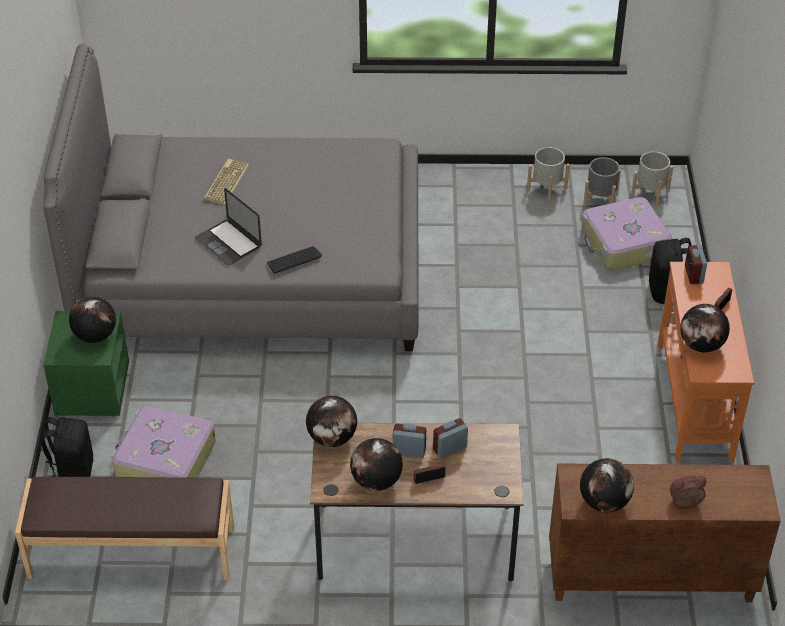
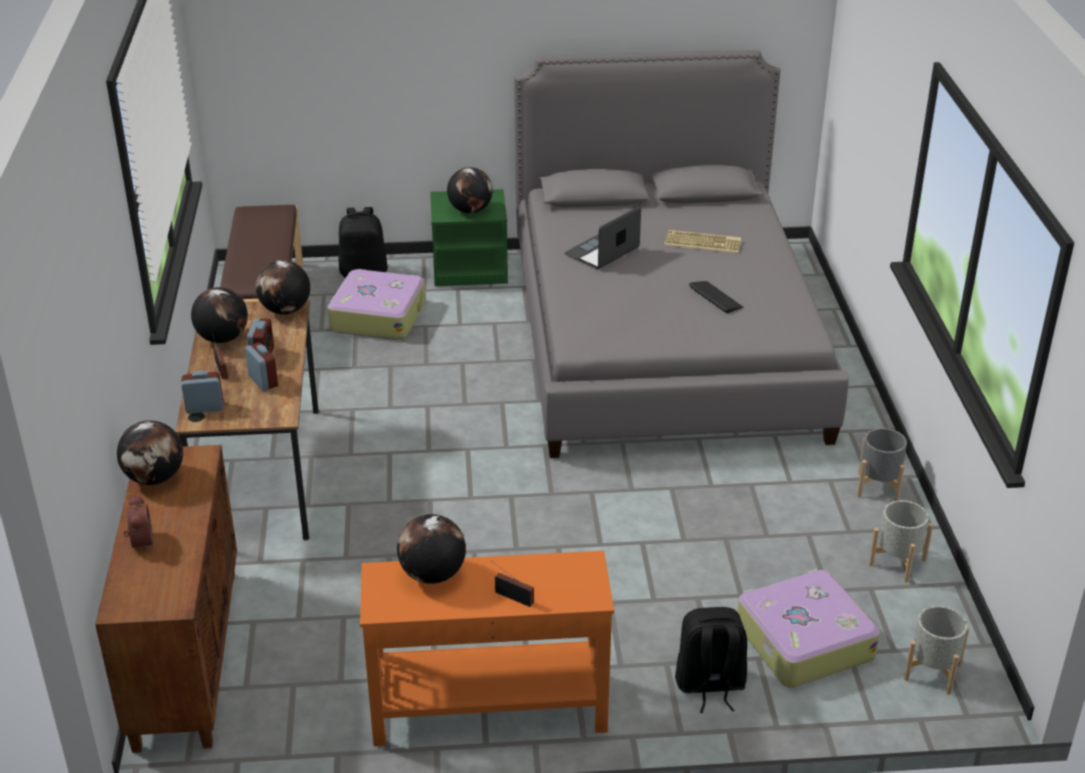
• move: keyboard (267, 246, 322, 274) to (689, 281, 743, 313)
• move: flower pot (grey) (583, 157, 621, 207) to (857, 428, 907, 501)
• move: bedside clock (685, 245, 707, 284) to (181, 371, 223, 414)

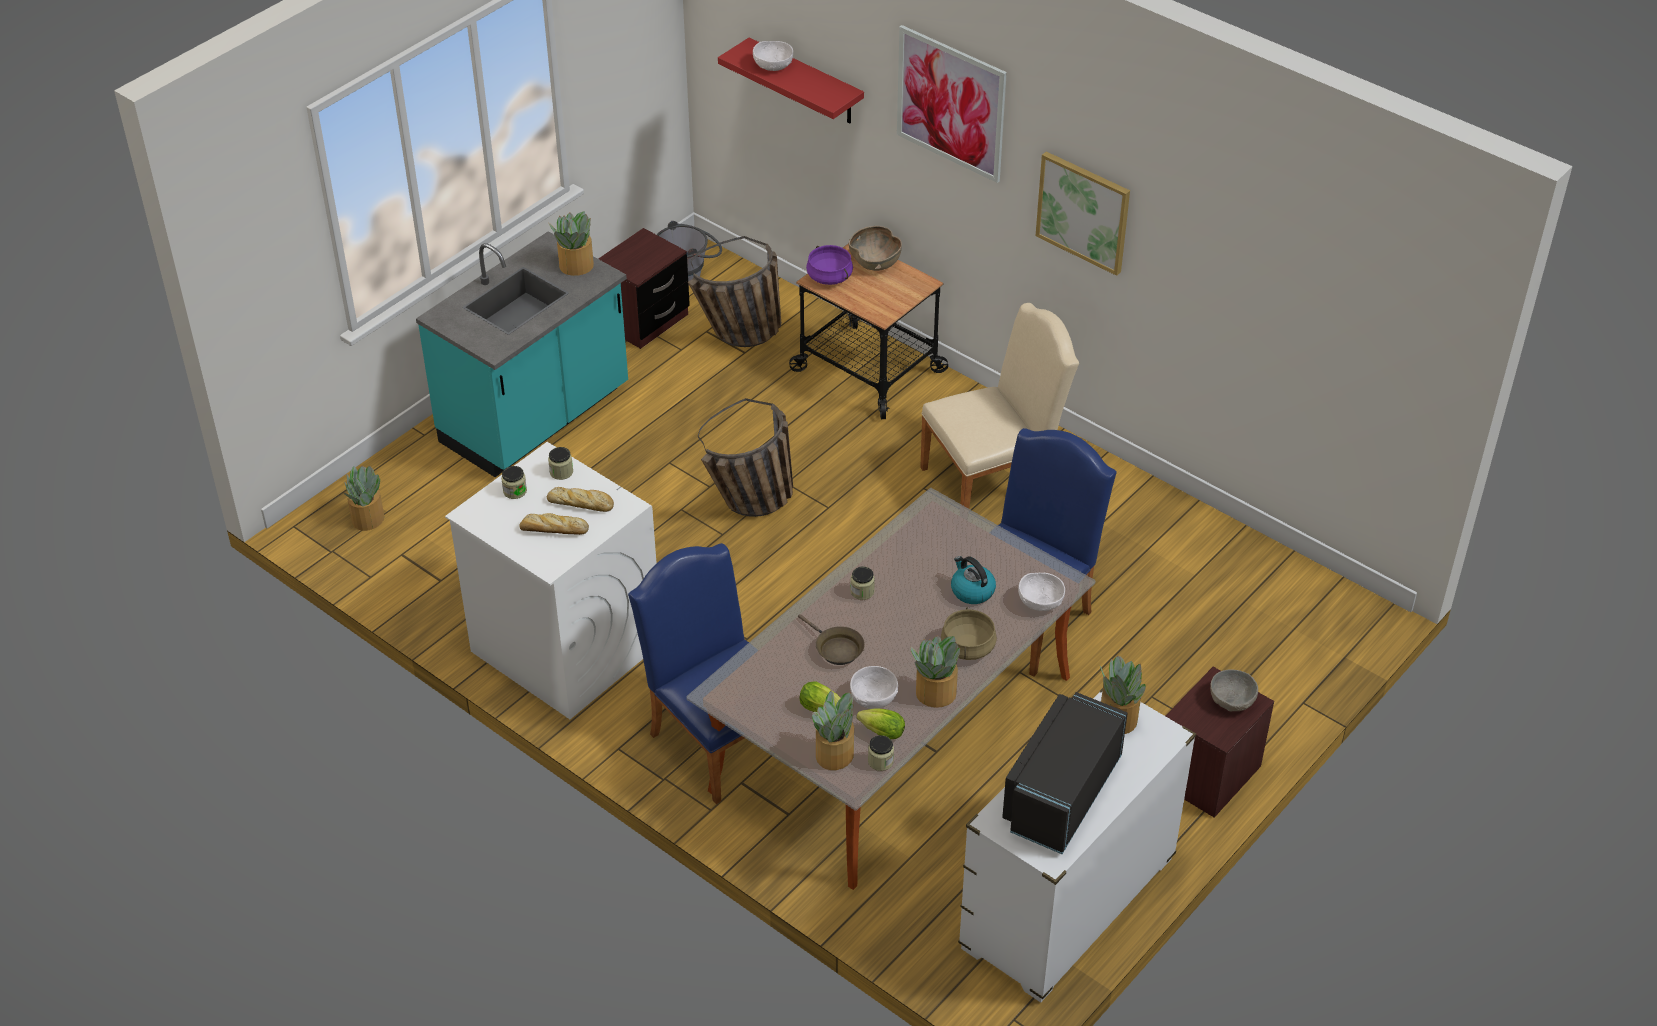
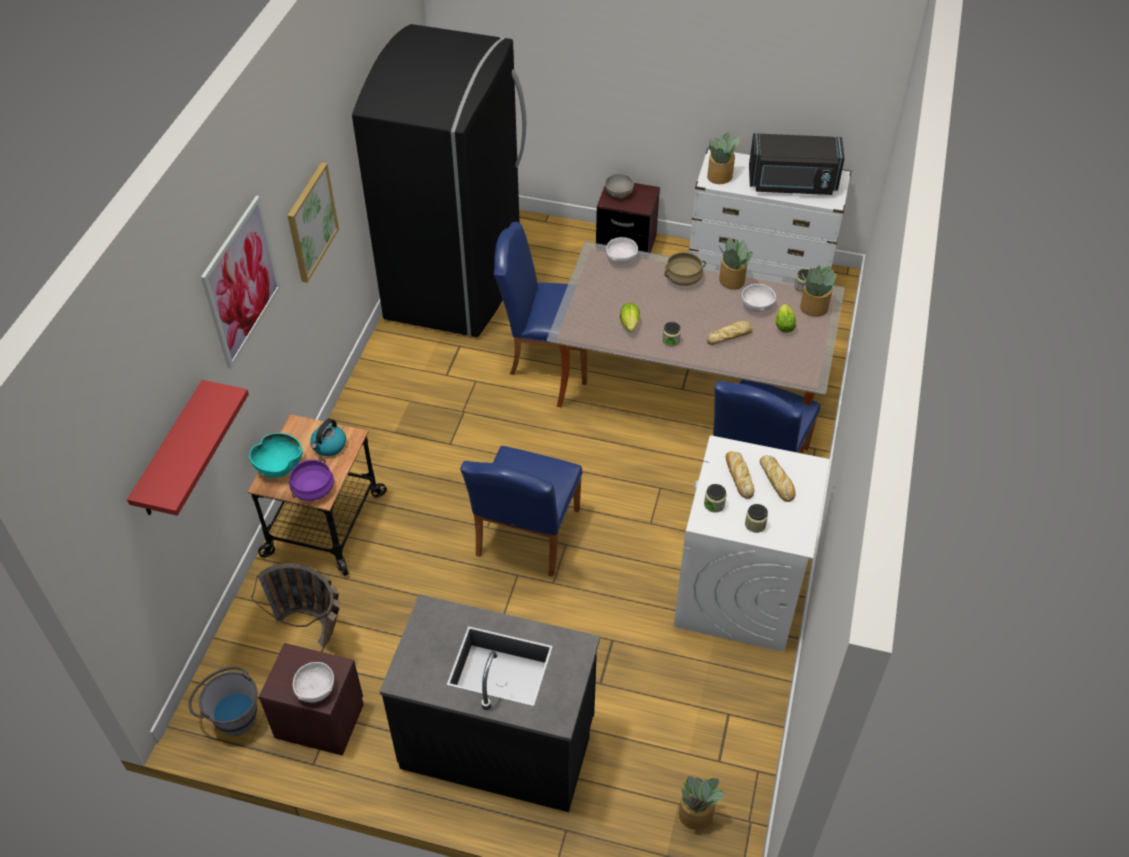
• recolor: kitchen counter (turquoise) (416, 231, 628, 477) to kitchen counter (black-coloured) (379, 594, 600, 812)
• delete: houseplant (549, 211, 594, 276)
• replace: basket (698, 398, 793, 517) to chair (blue-coloured) (460, 446, 583, 577)
• move: serving bowl (white) (753, 41, 793, 71) to (293, 662, 334, 702)
• replace: skillet (brownish) (798, 614, 865, 665) to bakery bread (707, 321, 753, 345)
• recolor: serving bowl (brownish) (849, 226, 902, 271) to serving bowl (turquoise) (249, 433, 302, 478)
• move: lettuce (856, 709, 905, 739) to (620, 303, 640, 332)
• delete: chair (beige-coloured) (920, 303, 1079, 509)
• move: tea kettle (951, 556, 996, 604) to (310, 419, 346, 456)
• insert: refrigerator (black-coloured) (352, 24, 526, 337)

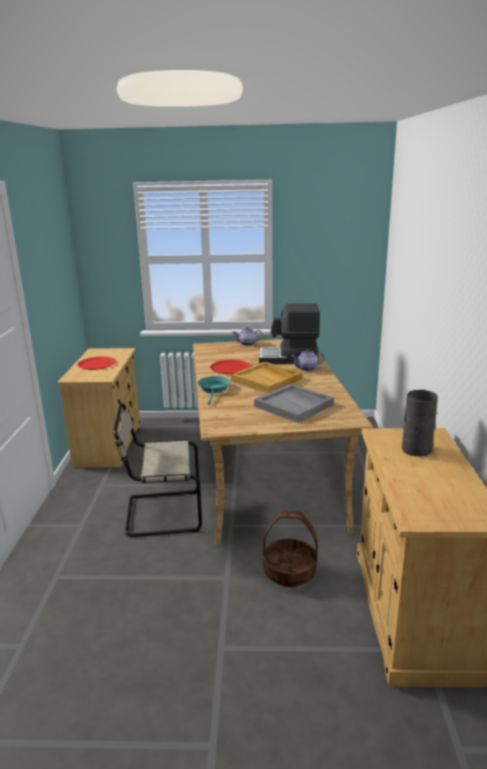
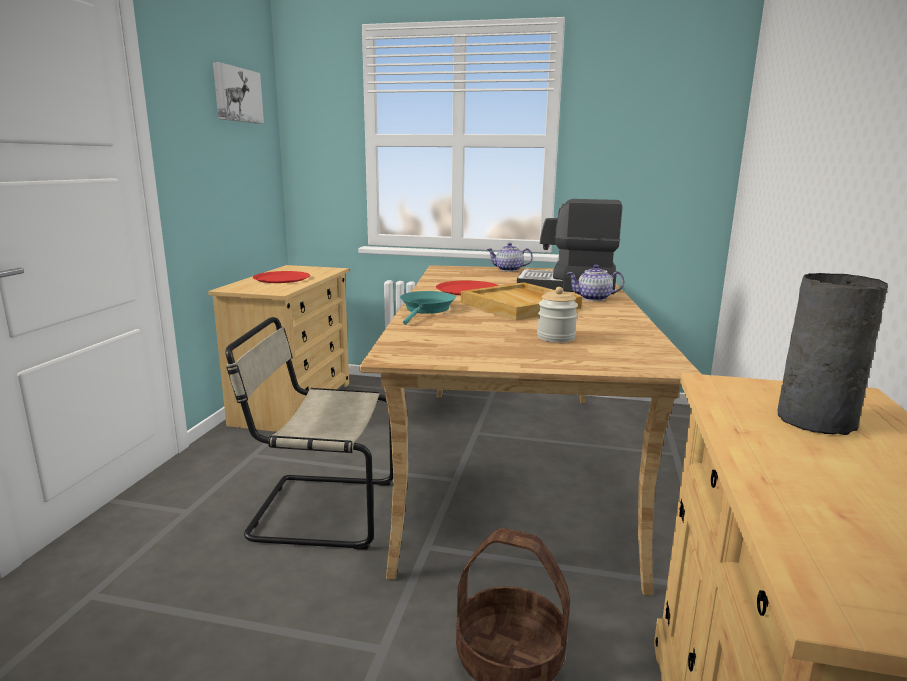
• replace: tray (grey) (254, 384, 334, 423) to jar (537, 287, 578, 343)
• insert: picture (213, 62, 264, 124)

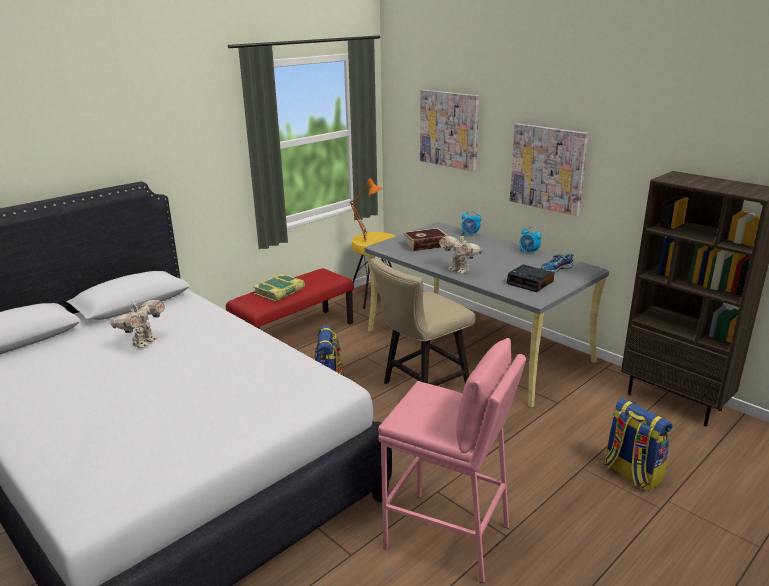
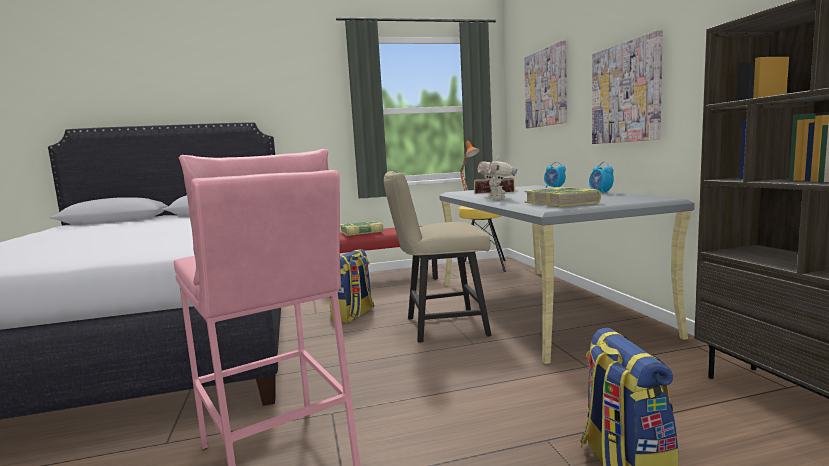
• delete: model robot (110, 298, 165, 348)
• replace: bedside clock (507, 264, 554, 292) to book (524, 187, 601, 207)
• delete: item of footwear (541, 252, 574, 273)

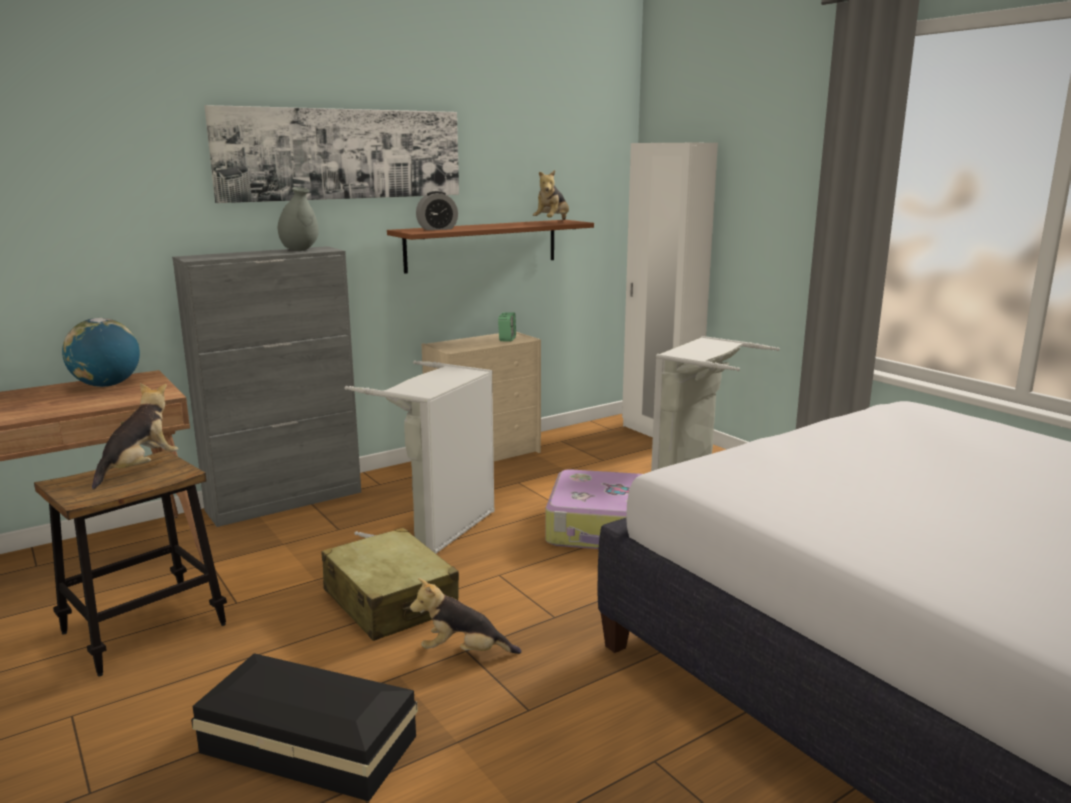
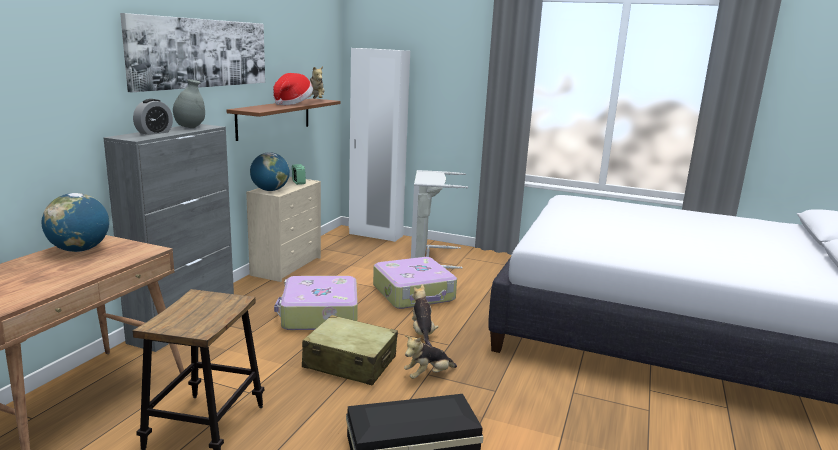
• move: soft toy (92, 383, 178, 490) to (412, 284, 439, 346)
• replace: hamper (grey) (344, 360, 495, 553) to piece of luggage (274, 276, 358, 330)
• move: bedside clock (416, 191, 458, 230) to (133, 99, 173, 135)
• insert: globe (250, 152, 290, 191)
• insert: hat (273, 73, 313, 105)

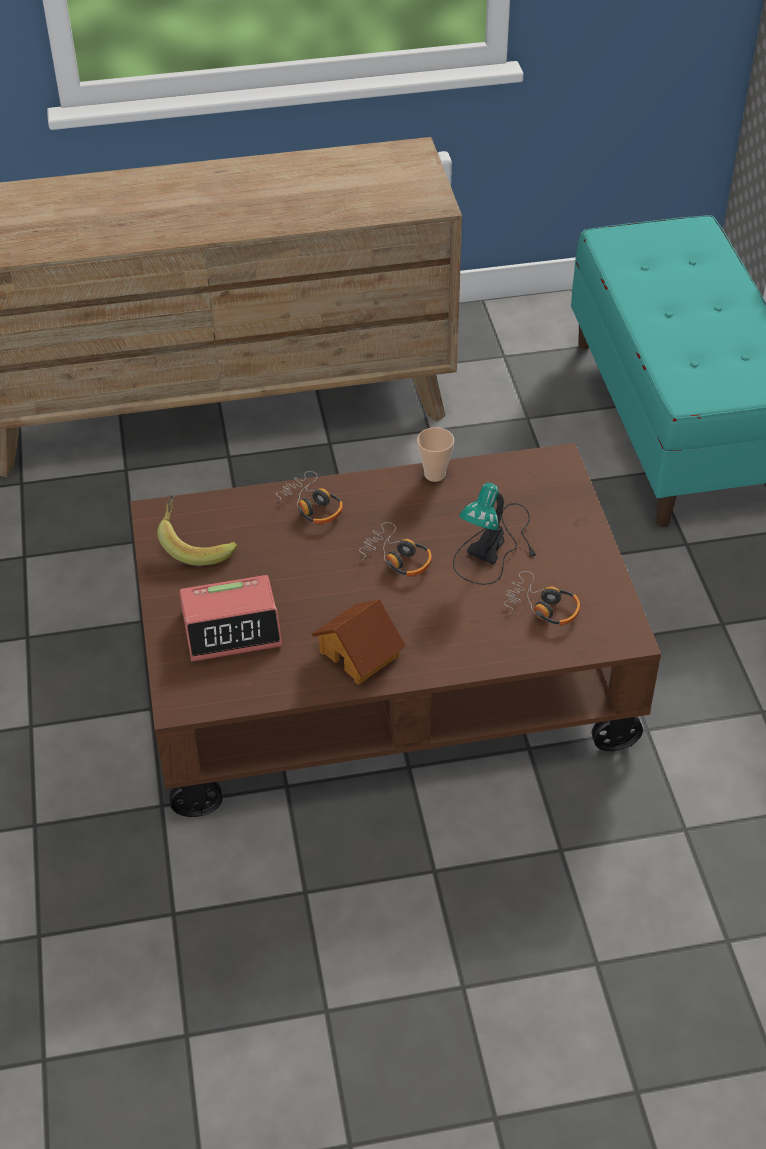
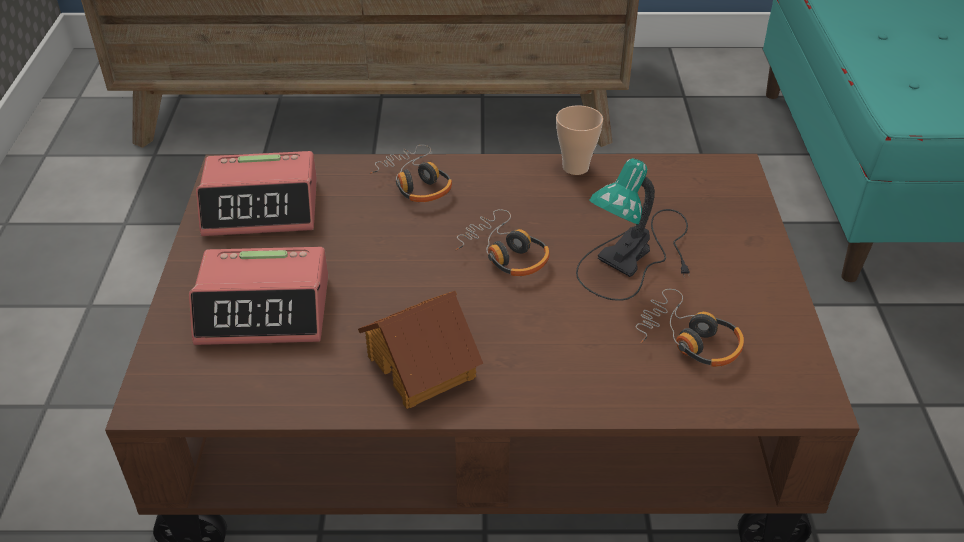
• replace: whole banana (157, 495, 237, 566) to bedside clock (196, 151, 317, 236)

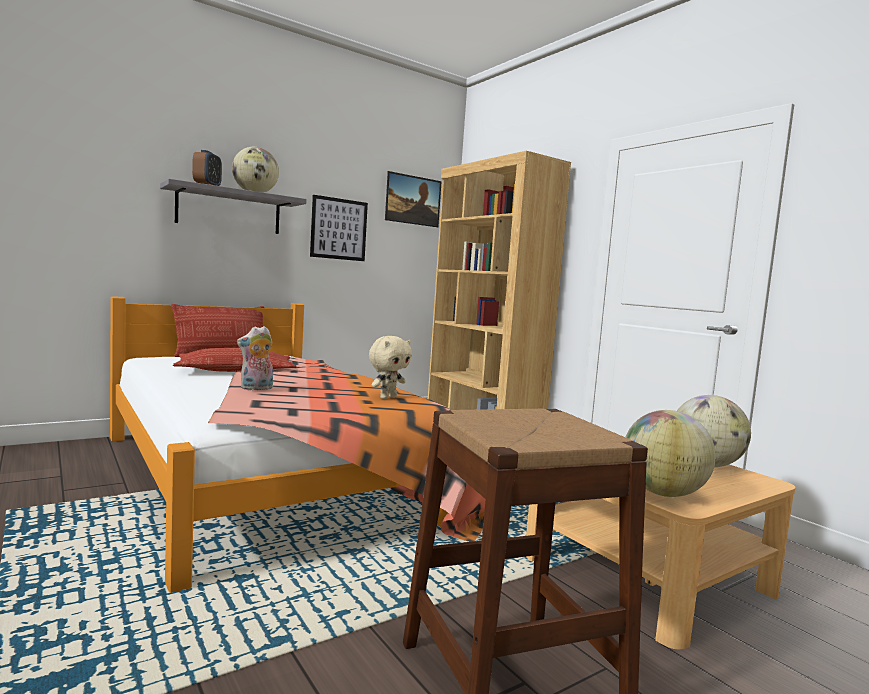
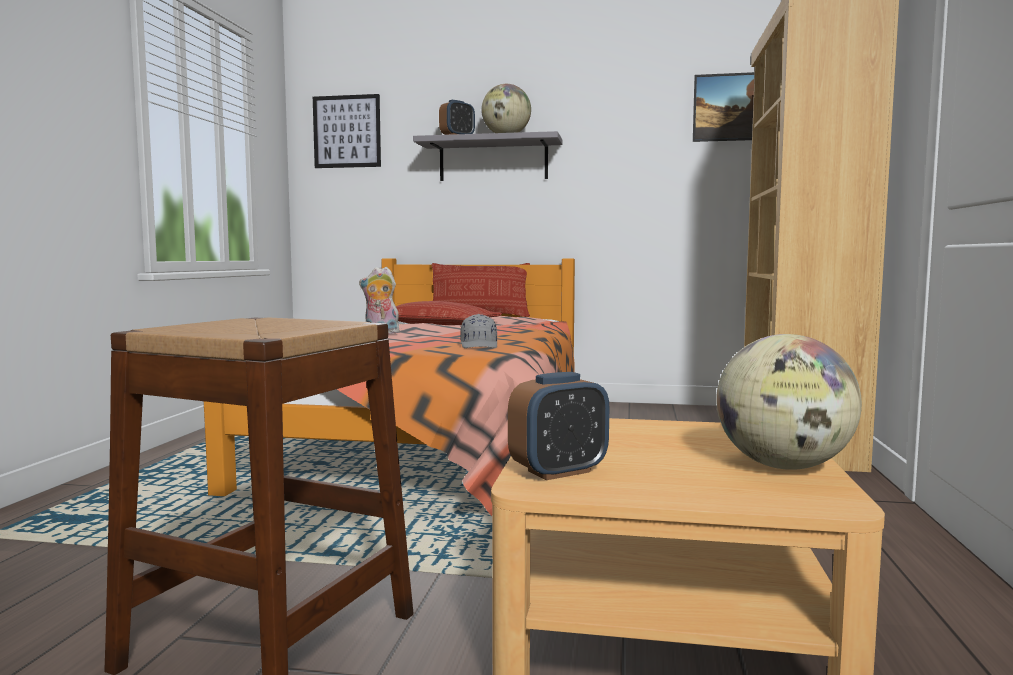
• move: picture (310, 195, 368, 261) to (313, 94, 381, 168)
• replace: soft toy (beige-coloured) (369, 336, 412, 399) to baseball cap (grey) (460, 314, 497, 348)
• replace: globe (626, 410, 716, 497) to bedside clock (508, 372, 609, 480)

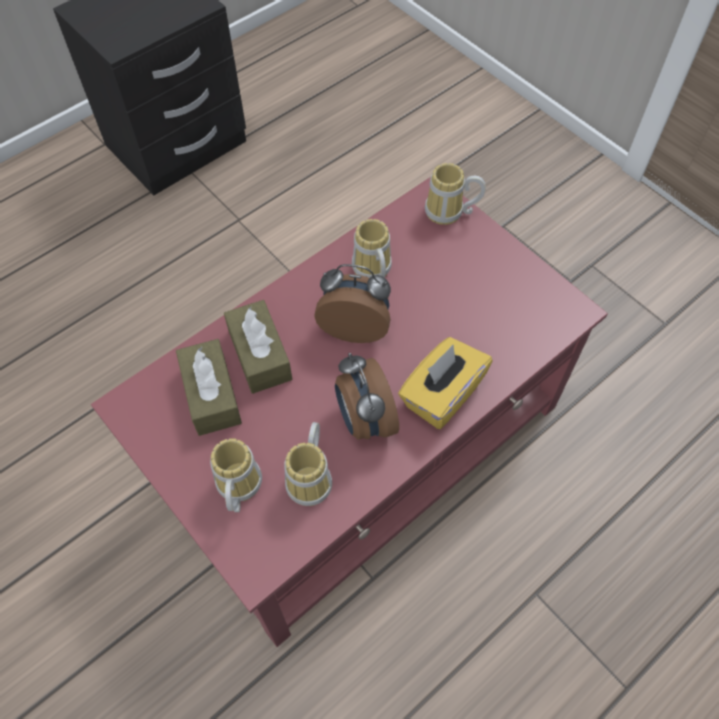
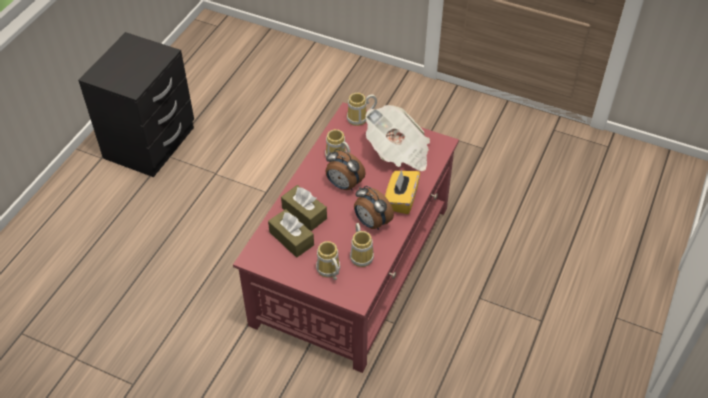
• rotate: bedside clock (314, 264, 391, 343) = (325, 149, 366, 190) 135 degrees counterclockwise
• insert: daily paper (365, 105, 430, 171)

